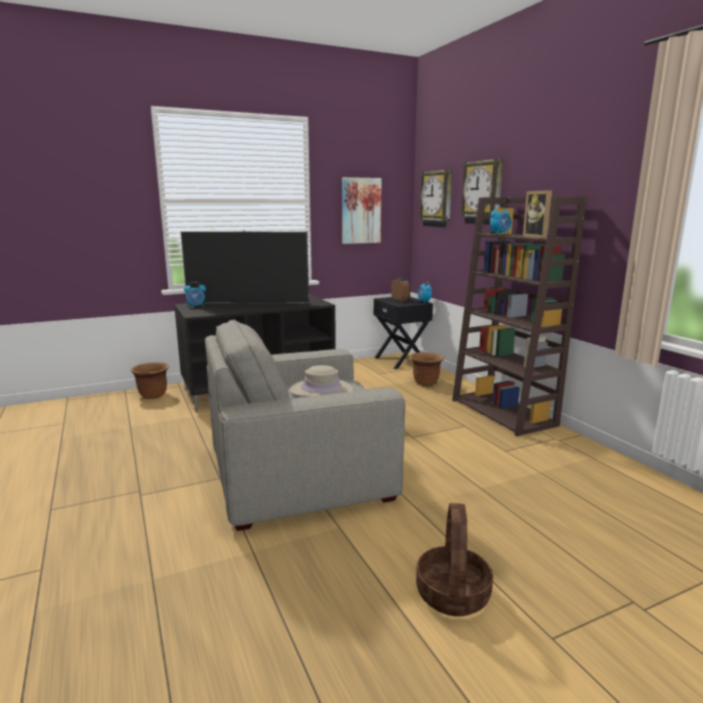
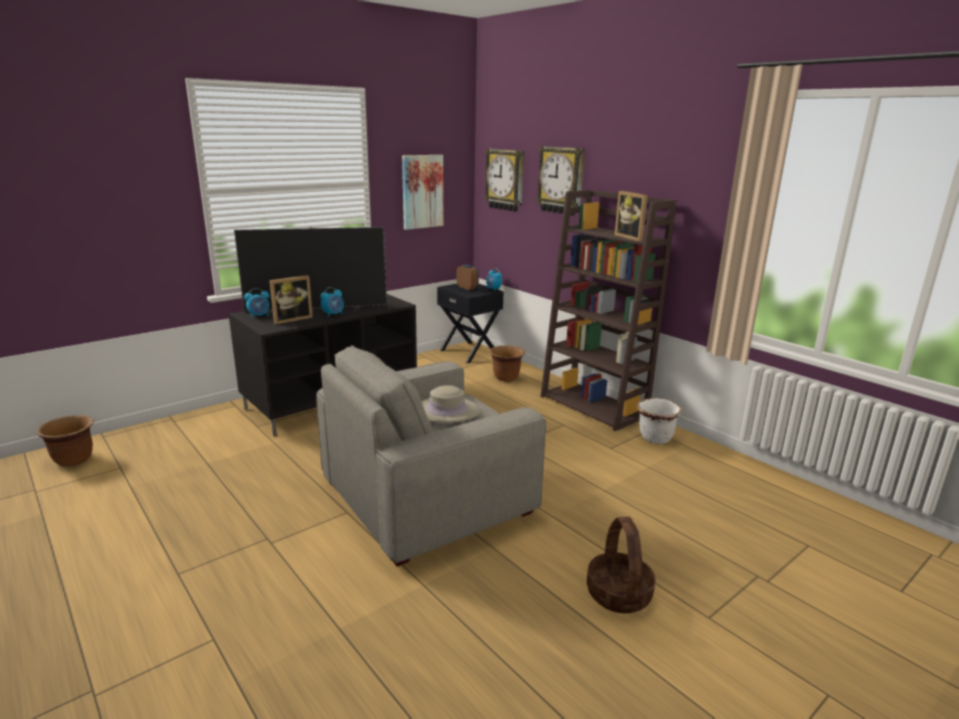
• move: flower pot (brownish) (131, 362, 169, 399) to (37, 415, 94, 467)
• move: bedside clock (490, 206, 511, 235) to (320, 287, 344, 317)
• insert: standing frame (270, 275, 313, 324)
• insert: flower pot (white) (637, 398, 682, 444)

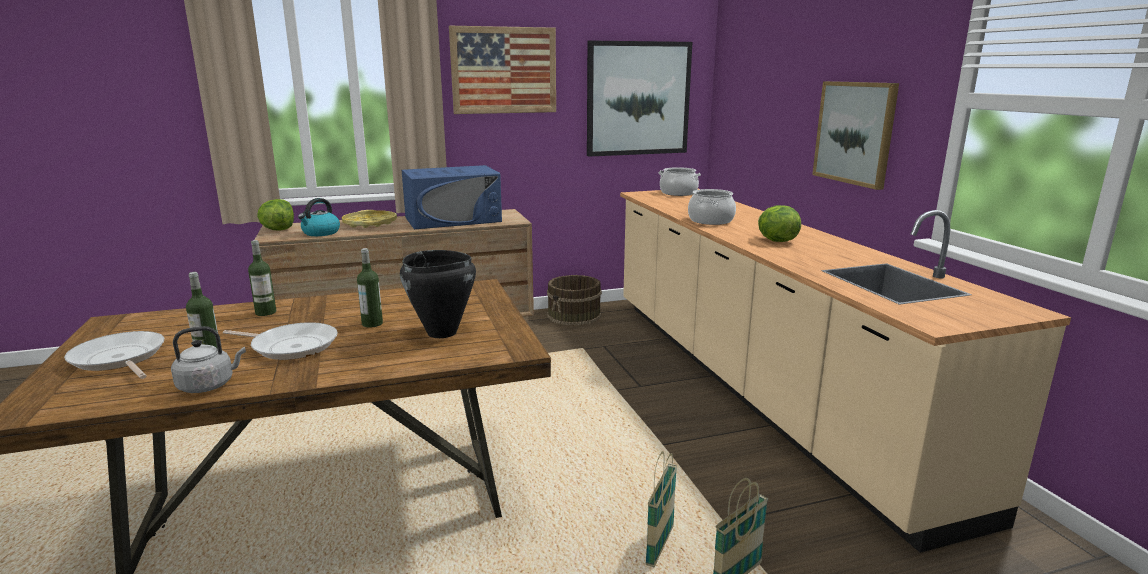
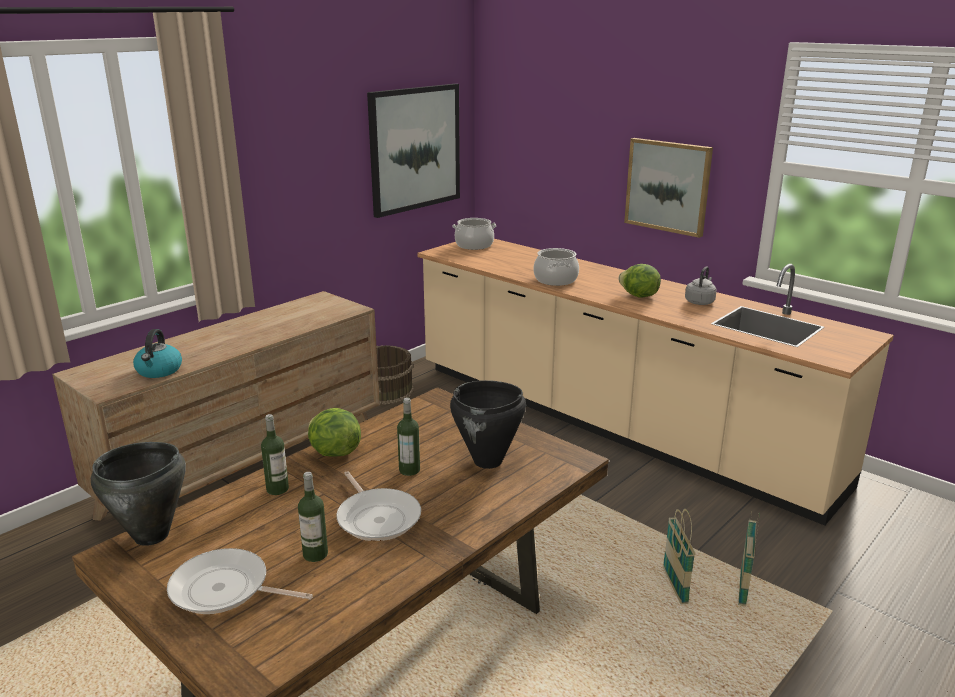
• move: tea kettle (grey) (171, 326, 246, 393) to (685, 266, 717, 305)
• rotate: skillet (223, 322, 338, 360) = (336, 471, 421, 541) 75 degrees clockwise
• move: lettuce (257, 199, 294, 231) to (308, 408, 361, 457)
• delete: tray (yellowish) (342, 210, 397, 228)
• delete: microwave (blue-coloured) (402, 165, 502, 229)
• delete: picture (449, 26, 556, 114)
• insert: stockpot (black-coloured) (91, 442, 186, 546)

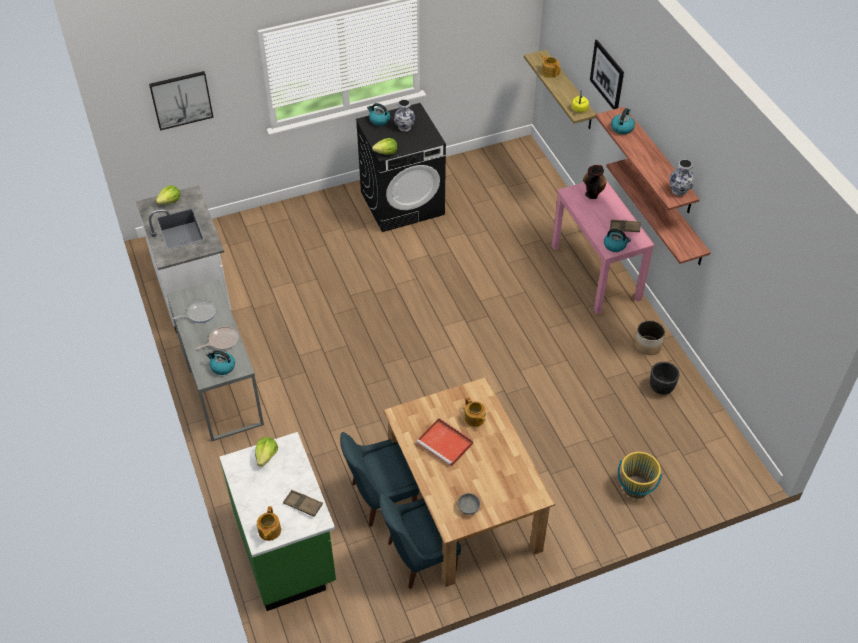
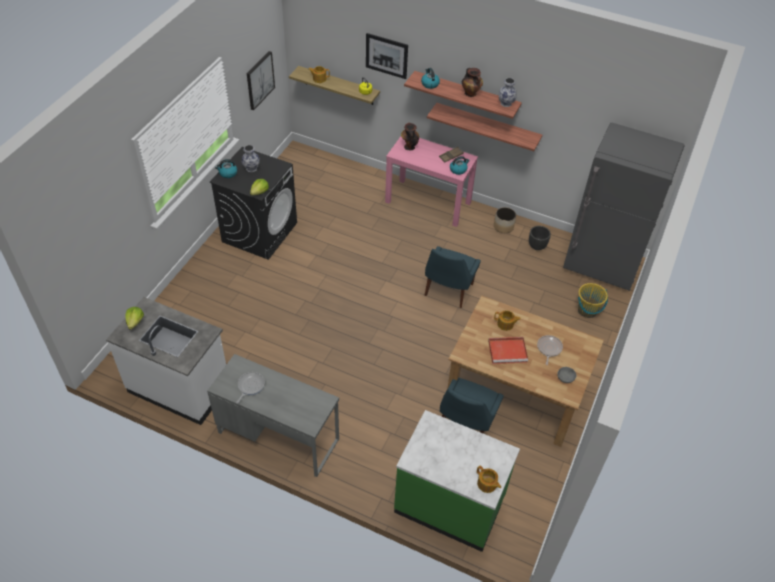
• move: picture (149, 71, 213, 130) to (247, 51, 275, 110)
• move: skillet (196, 326, 239, 350) to (537, 335, 563, 365)
• delete: tea kettle (206, 350, 235, 375)
• delete: lettuce (255, 437, 278, 467)
• delete: tray (brownish) (283, 490, 323, 517)
• move: chair (blue-coloured) (379, 494, 461, 589) to (425, 246, 481, 308)
• insert: flower vase (462, 68, 483, 97)
• insert: refrigerator (grey) (563, 123, 685, 291)

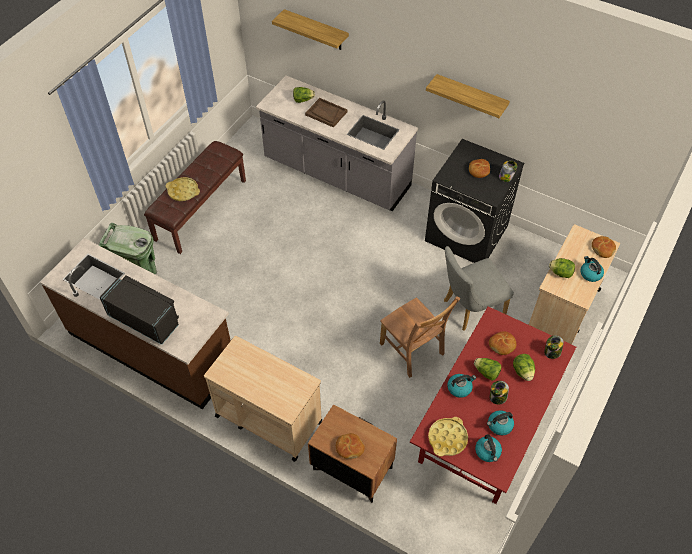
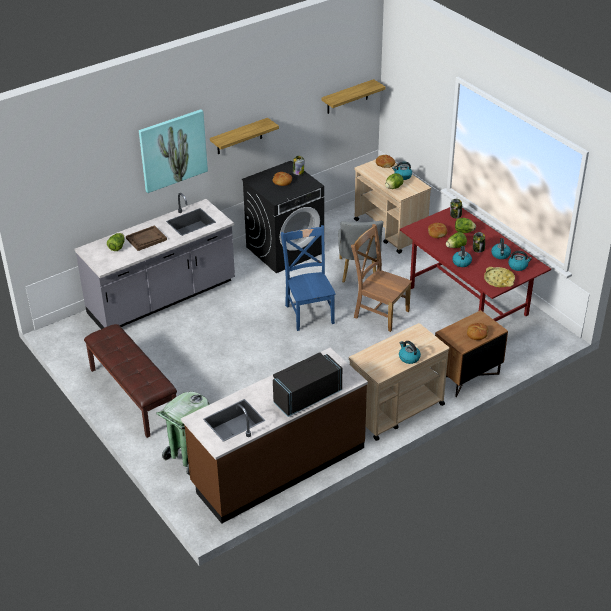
• delete: tray (yellowish) (166, 177, 200, 201)
• move: shelf (272, 9, 349, 50) to (321, 79, 386, 114)
• rotate: chair (brownish) (380, 296, 461, 378) = (351, 224, 412, 332) 135 degrees counterclockwise
• insert: picture (139, 109, 208, 193)
• insert: chair (blue-coloured) (281, 225, 336, 331)
• insert: tea kettle (399, 341, 421, 364)

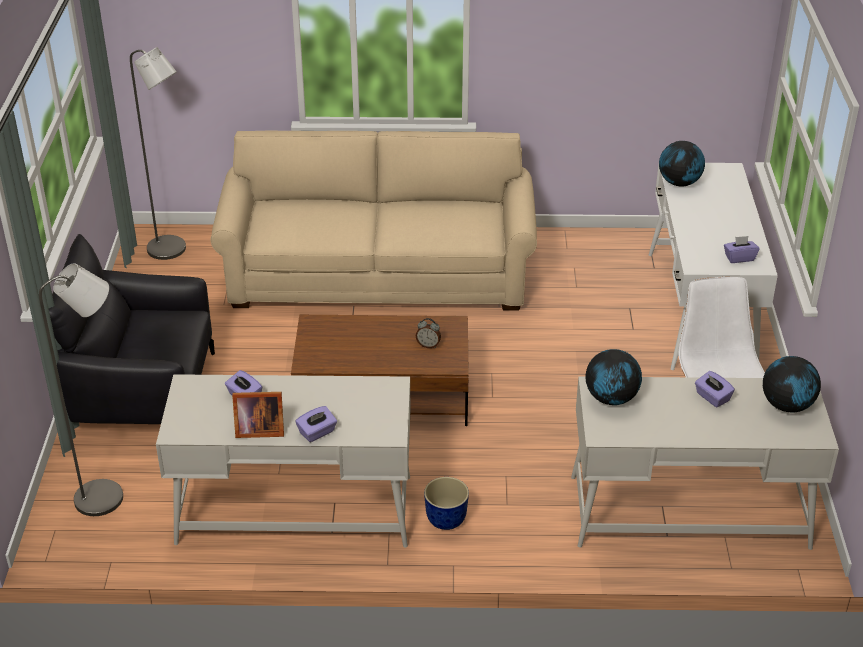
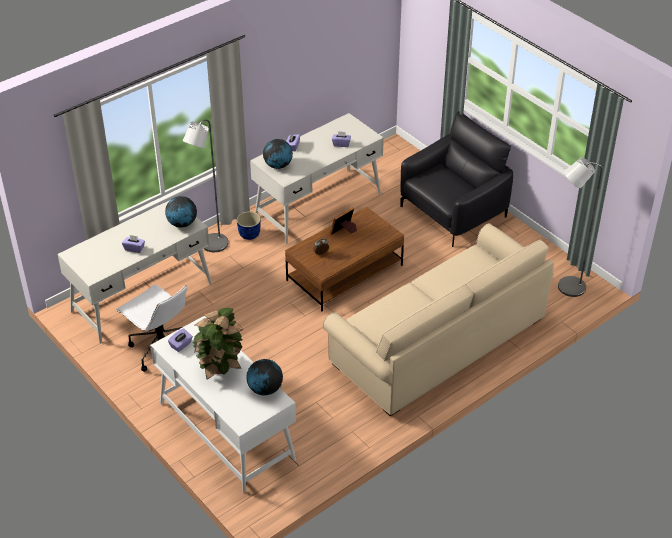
• move: standing lamp (grey) (39, 263, 123, 516) to (183, 120, 228, 252)
• move: standing frame (232, 392, 284, 438) to (330, 208, 357, 235)
• move: globe (763, 356, 821, 412) to (263, 139, 293, 169)
• insert: houseplant (193, 308, 244, 380)

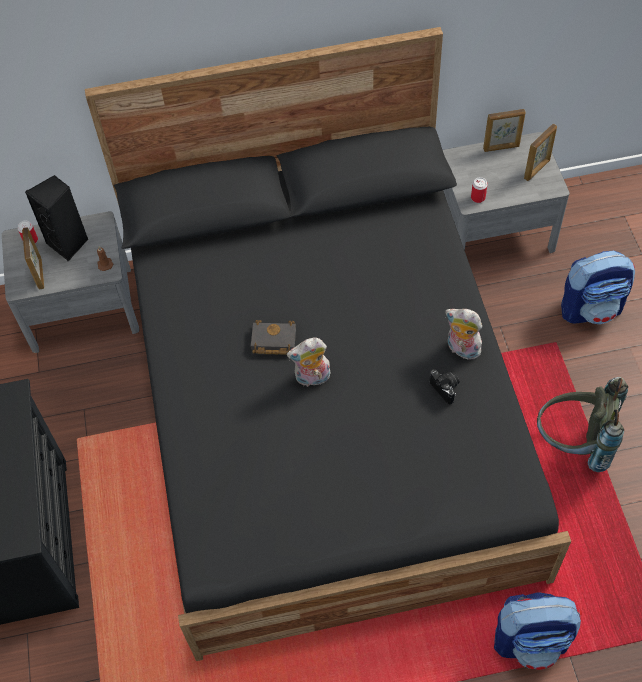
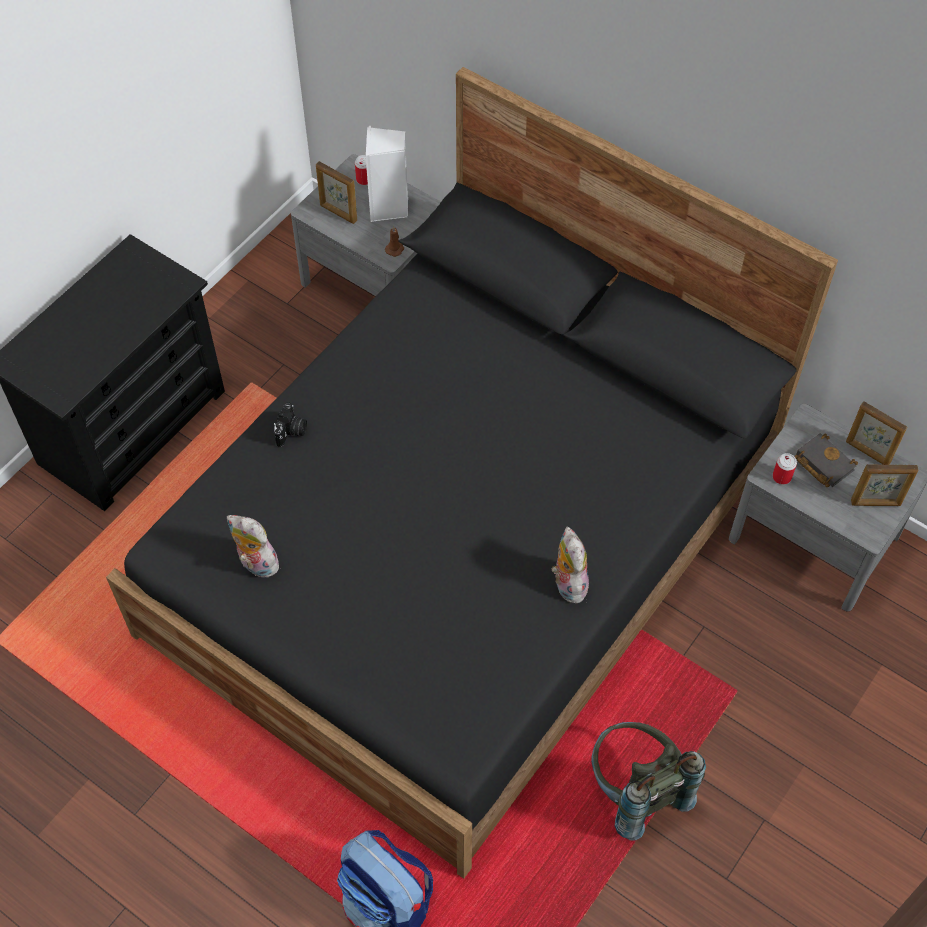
• rotate: standing frame (22, 227, 44, 289) = (316, 161, 357, 224) 90 degrees counterclockwise
• recolor: audio speaker (black-coloured) (25, 175, 88, 261) to audio speaker (white) (366, 126, 408, 222)
• move: book (black-coloured) (251, 320, 296, 355) to (794, 433, 858, 487)
• move: soft toy (287, 338, 330, 387) to (227, 515, 279, 578)
• move: photo camera (430, 369, 459, 405) to (274, 402, 307, 447)
• delete: rucksack (561, 251, 635, 324)

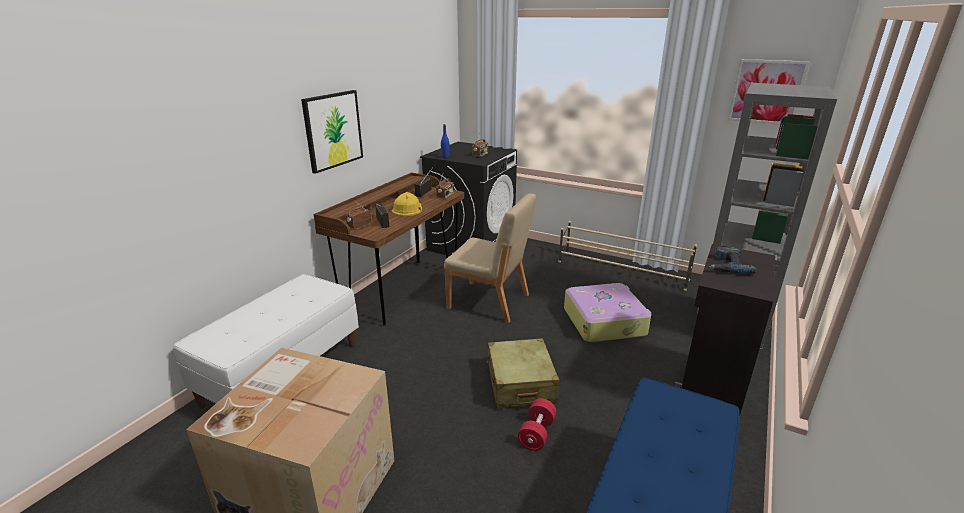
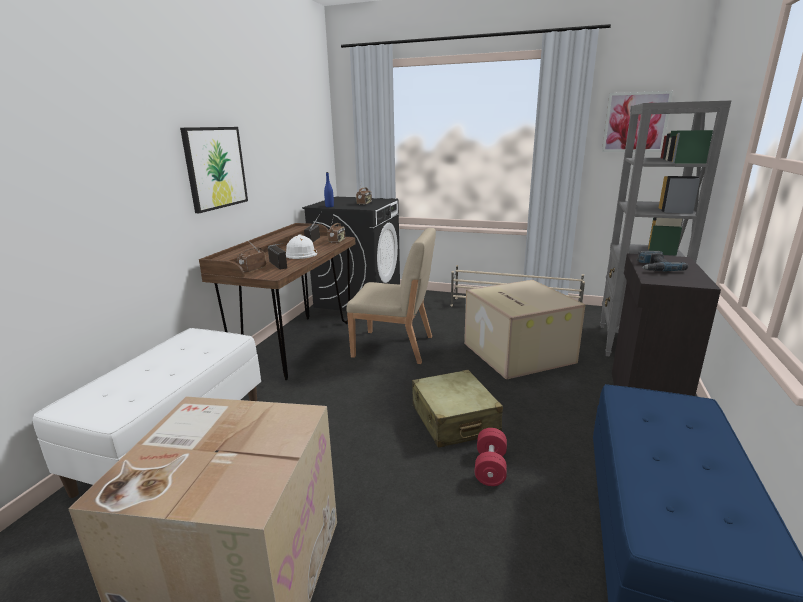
• recolor: hard hat (yellowish) (392, 192, 422, 216) to hard hat (white) (285, 234, 317, 259)
• replace: piece of luggage (564, 283, 651, 342) to carton (464, 280, 585, 380)

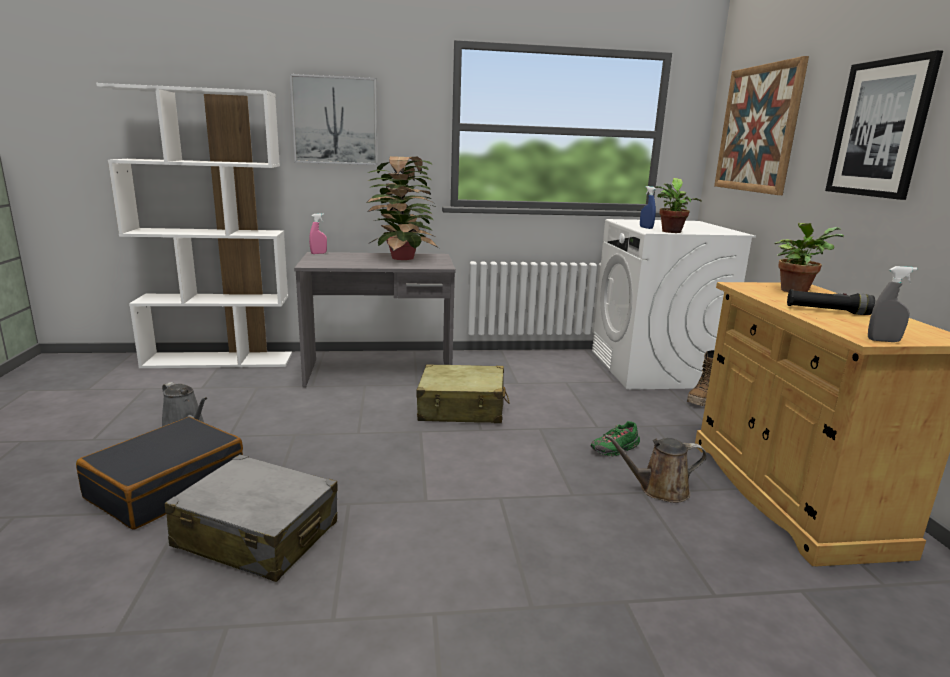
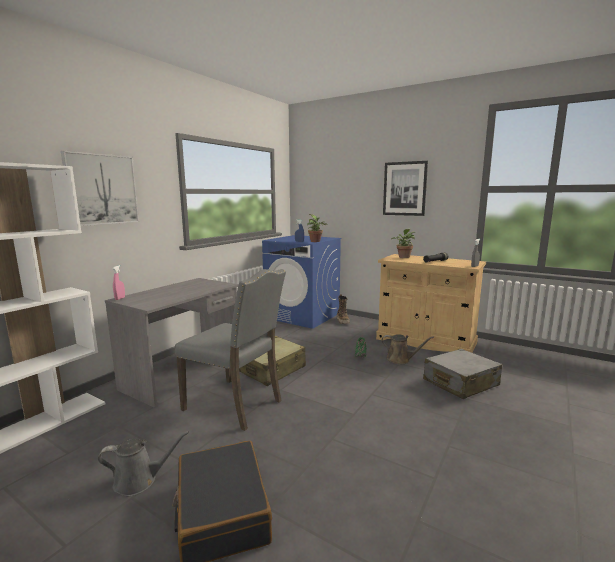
• move: piece of luggage (grey) (165, 454, 338, 582) to (423, 349, 502, 399)
• delete: houseplant (366, 156, 439, 260)
• recolor: laundry machine (white) (592, 219, 756, 390) to laundry machine (blue-coloured) (262, 235, 341, 329)
• rotate: watering pot (brownish) (604, 434, 707, 503) = (381, 334, 434, 364) 105 degrees counterclockwise
• delete: picture (714, 56, 809, 195)
• insert: chair (grey) (175, 269, 286, 431)

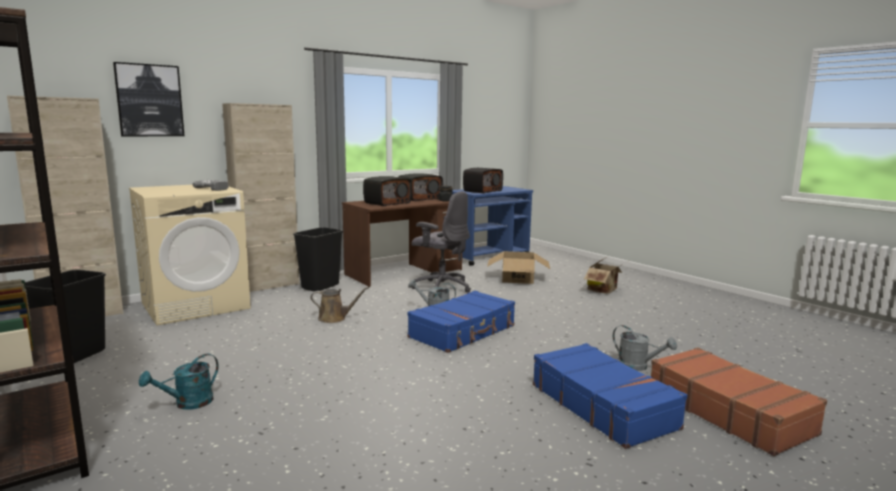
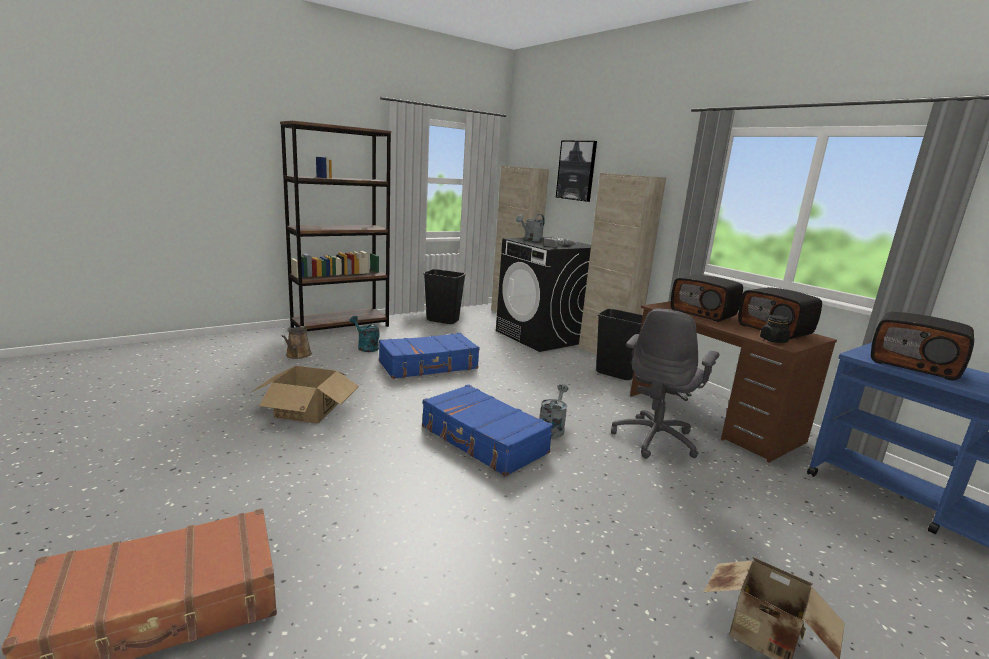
• recolor: laundry machine (beige-coloured) (129, 185, 251, 326) to laundry machine (black-coloured) (496, 237, 591, 352)
• move: watering pot (brownish) (311, 287, 369, 323) to (282, 326, 312, 359)
• move: carton (487, 251, 550, 284) to (250, 366, 359, 424)
• move: piece of luggage (blue-coloured) (533, 343, 687, 449) to (379, 333, 480, 379)
• move: watering pot (grey) (613, 325, 677, 371) to (516, 214, 545, 241)

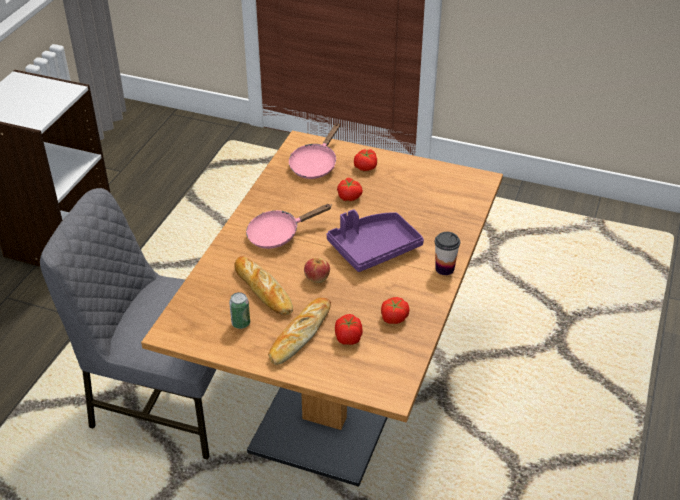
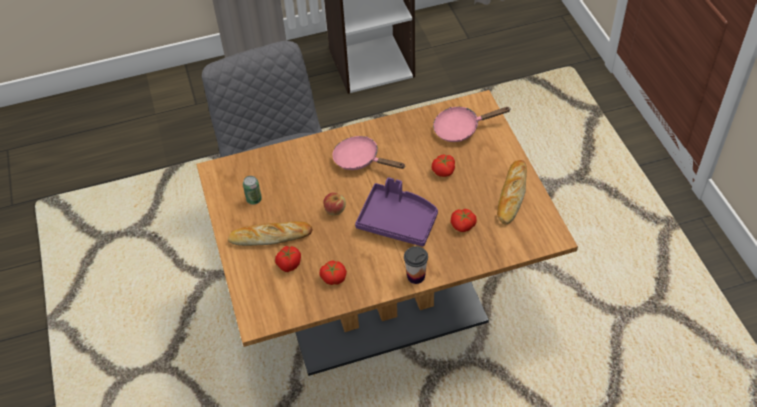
• move: bakery bread (234, 256, 293, 315) to (497, 160, 527, 224)
• move: tomato (354, 149, 377, 171) to (451, 209, 477, 232)

